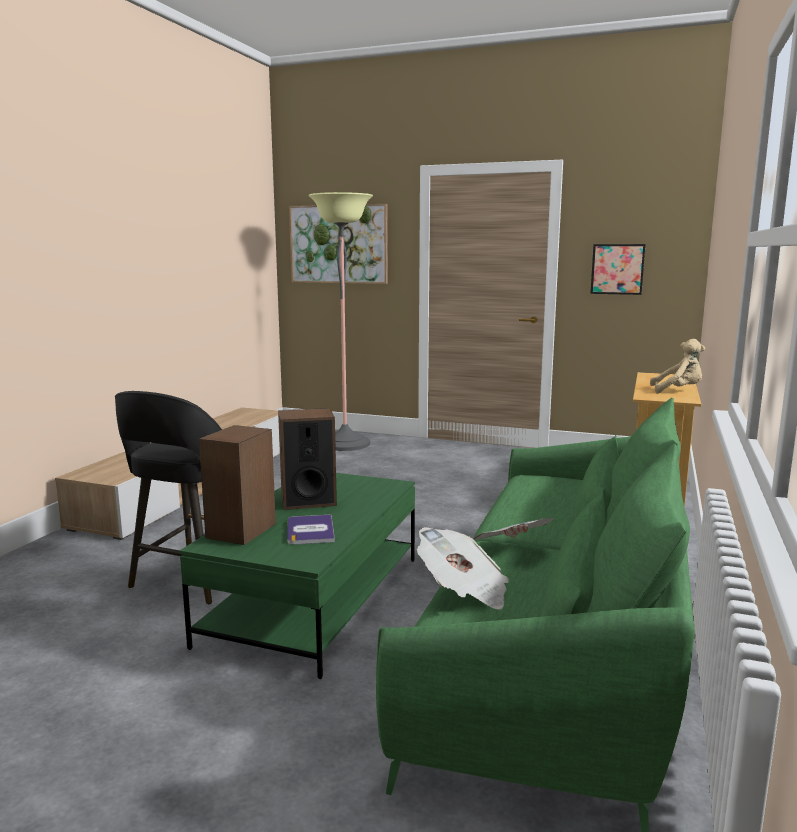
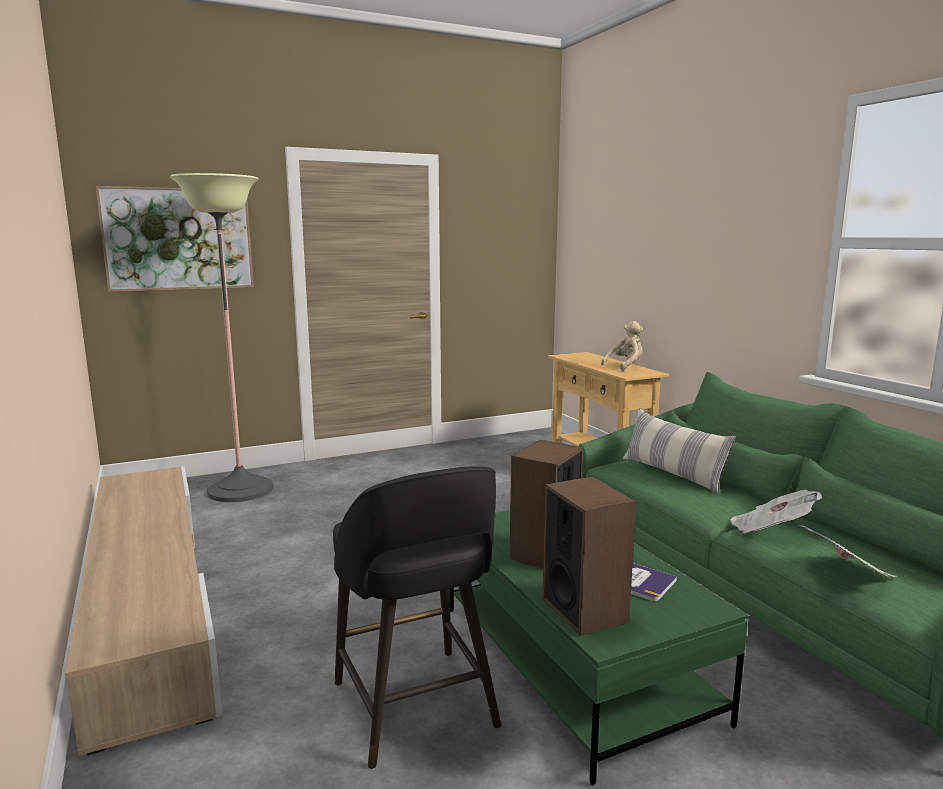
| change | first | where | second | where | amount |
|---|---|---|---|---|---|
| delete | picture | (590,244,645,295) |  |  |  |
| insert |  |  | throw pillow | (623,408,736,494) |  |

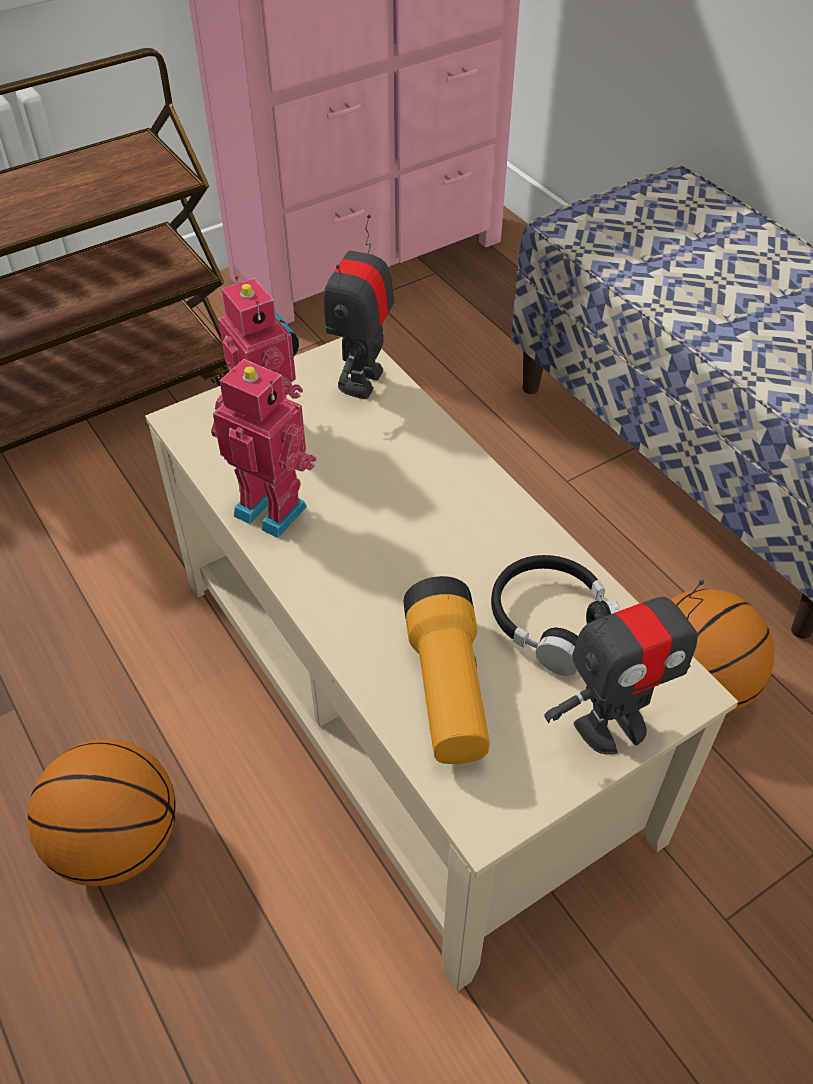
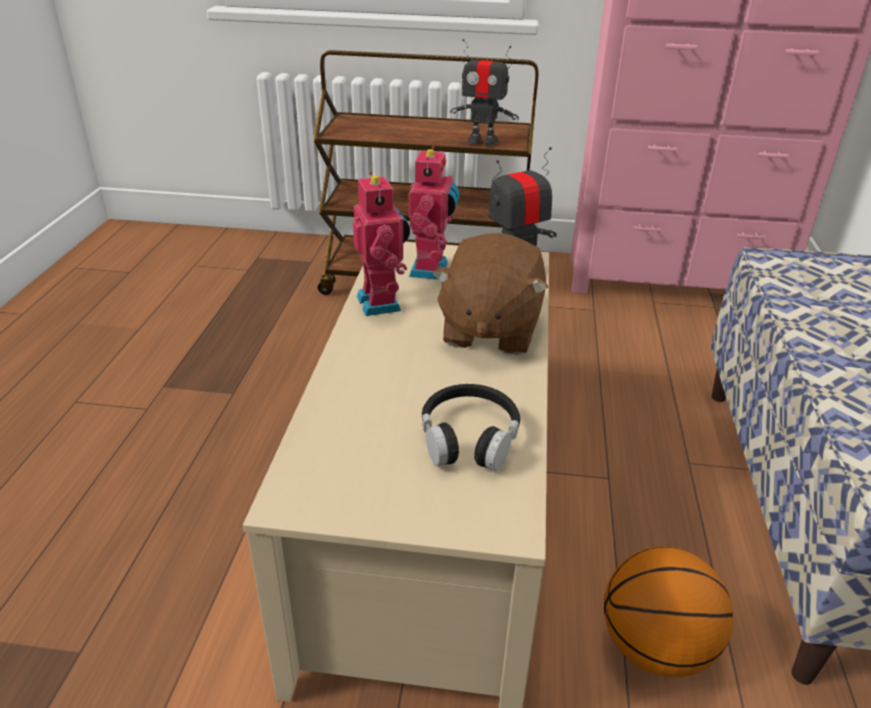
| change | first | where | second | where | amount |
|---|---|---|---|---|---|
| delete | flashlight | (403,576,490,764) |  |  |  |
| move | model robot | (544,580,704,755) |  | (450,39,519,146) |  |
| delete | ball for basketball | (27,739,176,886) |  |  |  |
| insert |  |  | brownish soft toy | (432,233,548,355) |  |

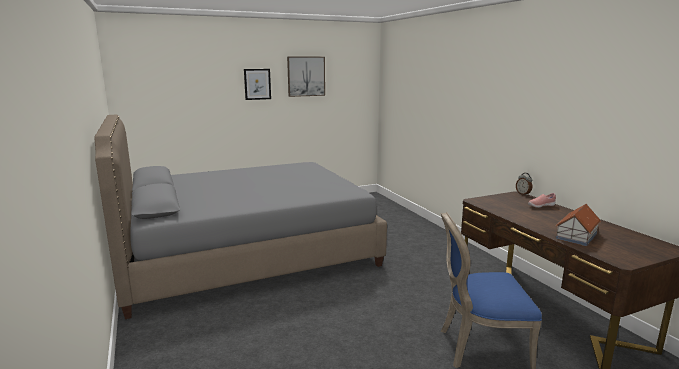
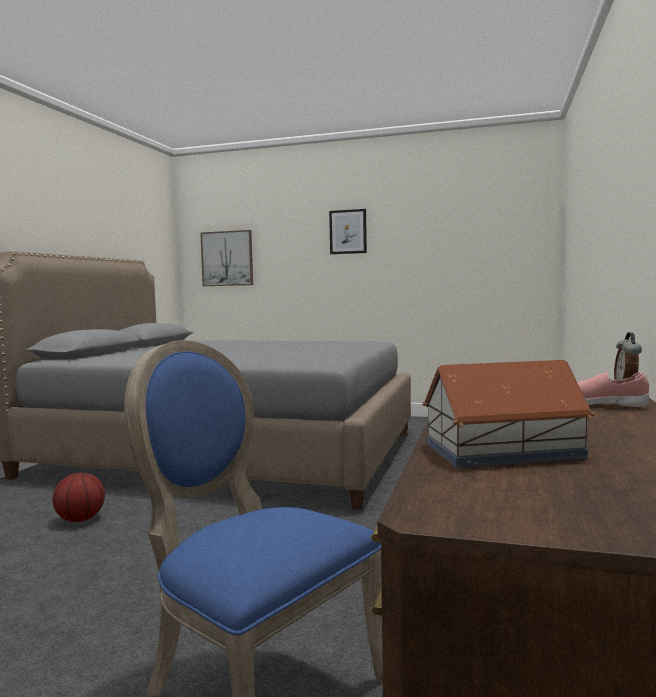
| change | first | where | second | where | amount |
|---|---|---|---|---|---|
| move | picture | (287,56,325,97) |  | (200,230,253,286) |  |
| insert |  |  | ball for basketball | (53,473,105,522) |  |

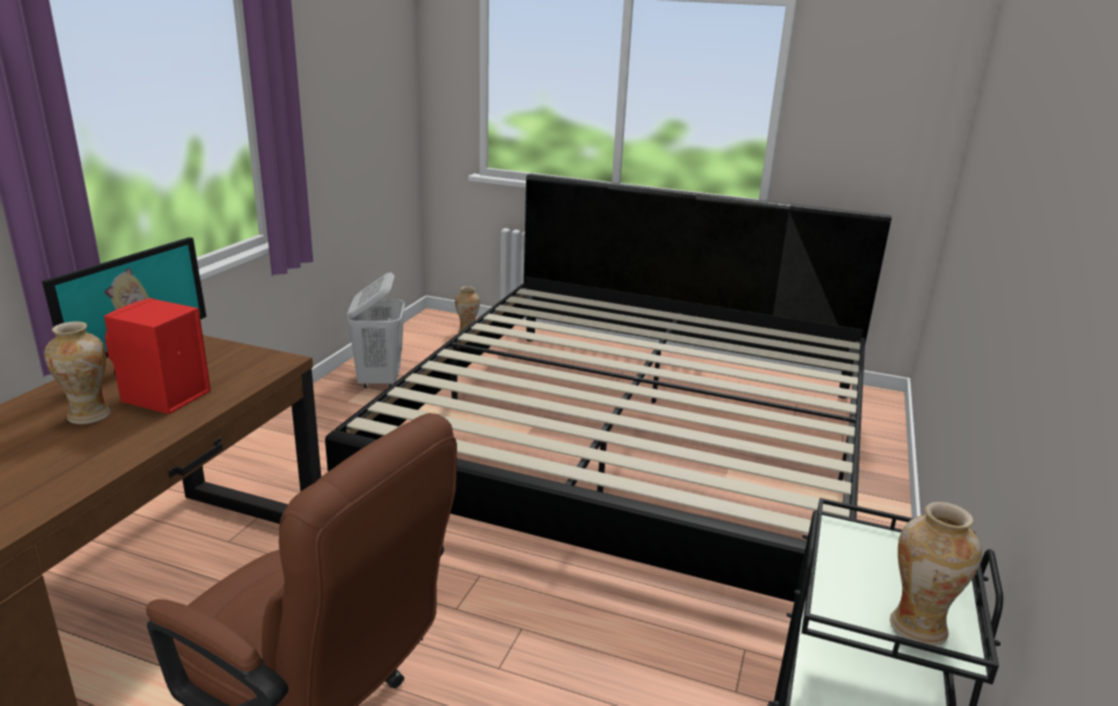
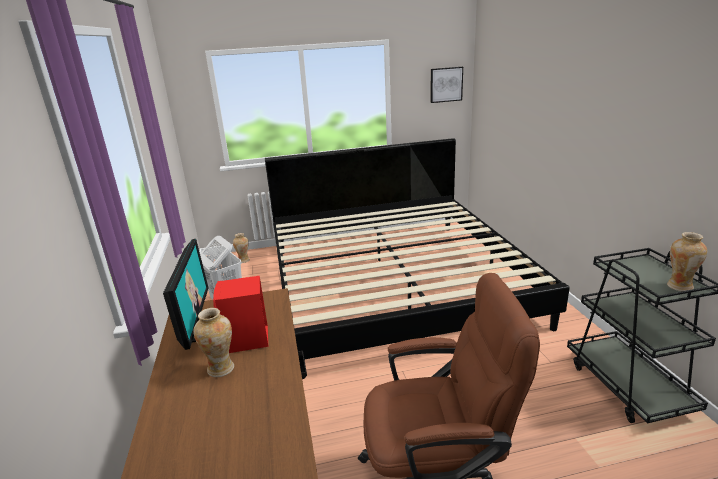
| change | first | where | second | where | amount |
|---|---|---|---|---|---|
| insert |  |  | picture | (430,67,463,103) |  |

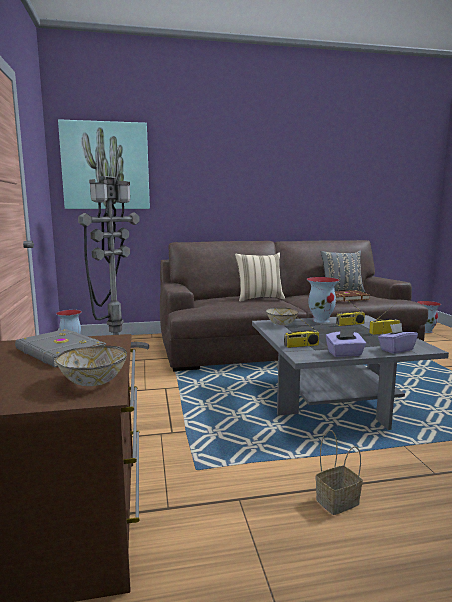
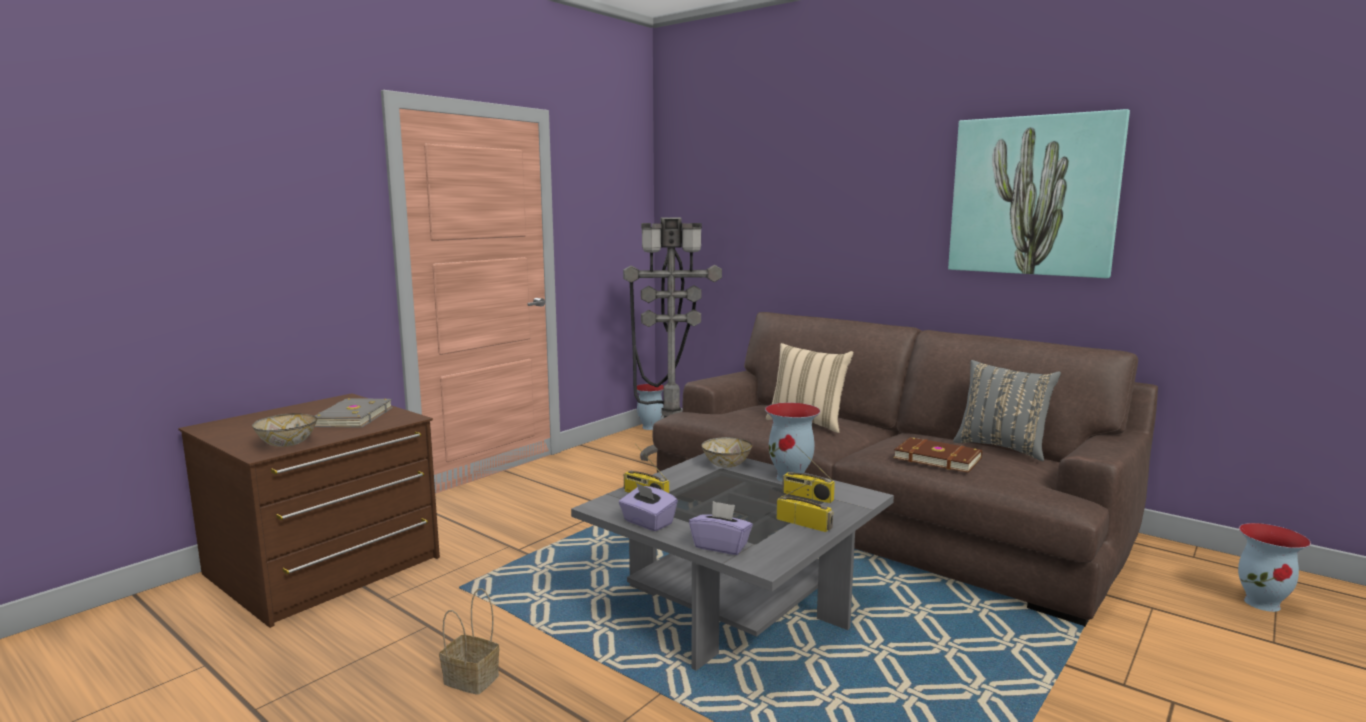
| change | first | where | second | where | amount |
|---|---|---|---|---|---|
| move | picture | (58,119,150,209) |  | (948,109,1130,278) |  |

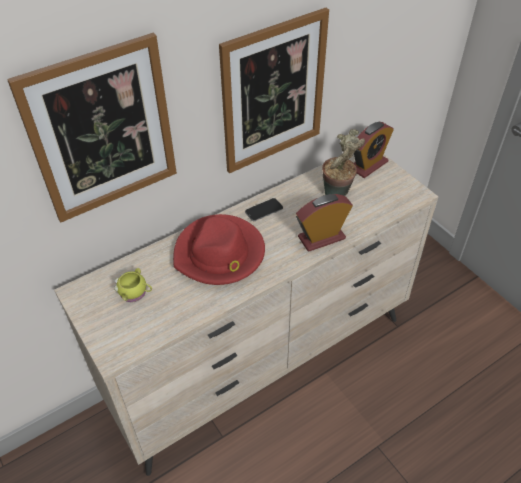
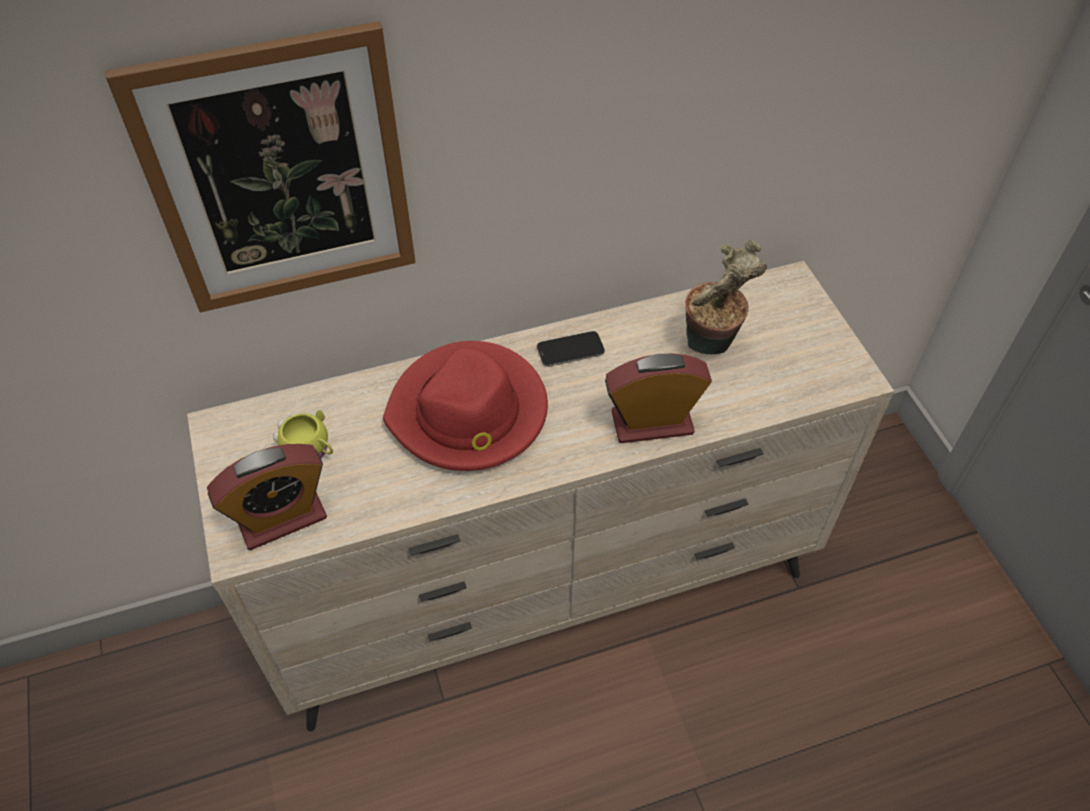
| change | first | where | second | where | amount |
|---|---|---|---|---|---|
| delete | picture | (219,8,329,173) |  |  |  |
| move | bedside clock | (354,122,394,178) |  | (207,444,327,550) |  |

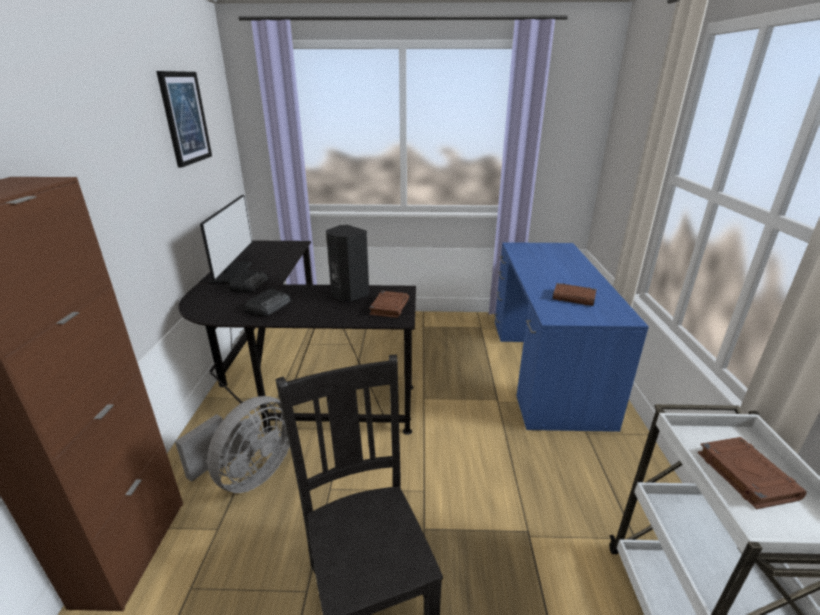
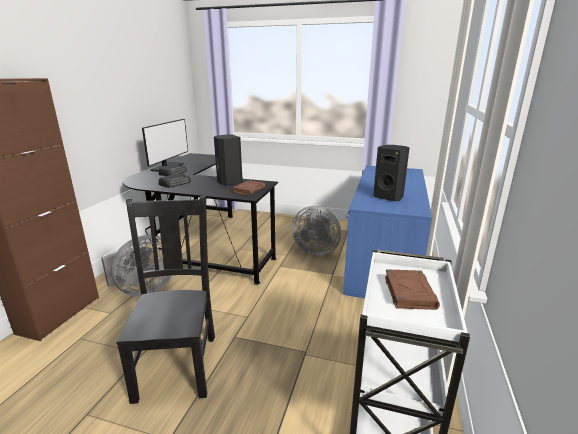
| change | first | where | second | where | amount |
|---|---|---|---|---|---|
| delete | picture | (156,71,212,168) |  |  |  |
| replace | brownish book | (552,283,596,306) | black loudspeaker | (373,145,410,202) |  |
| insert |  |  | grey cooling fan | (292,206,341,256) |  |

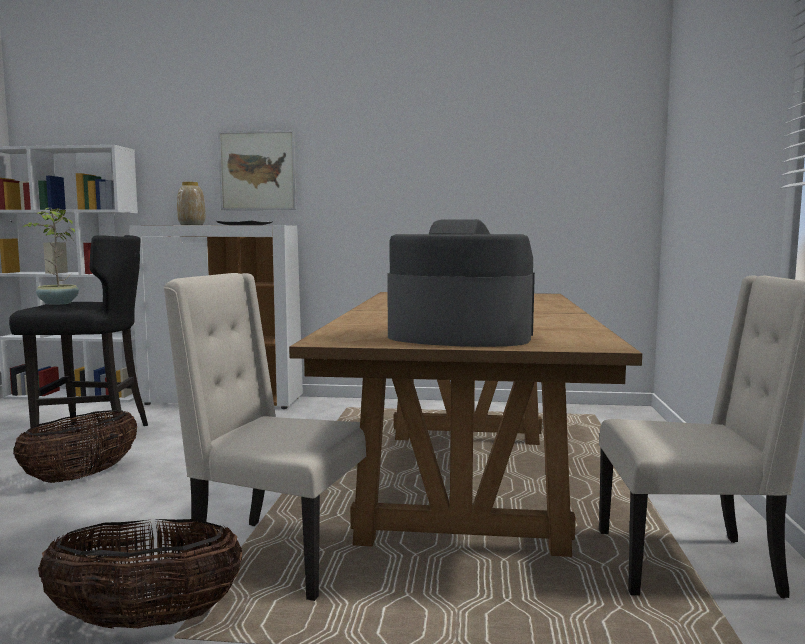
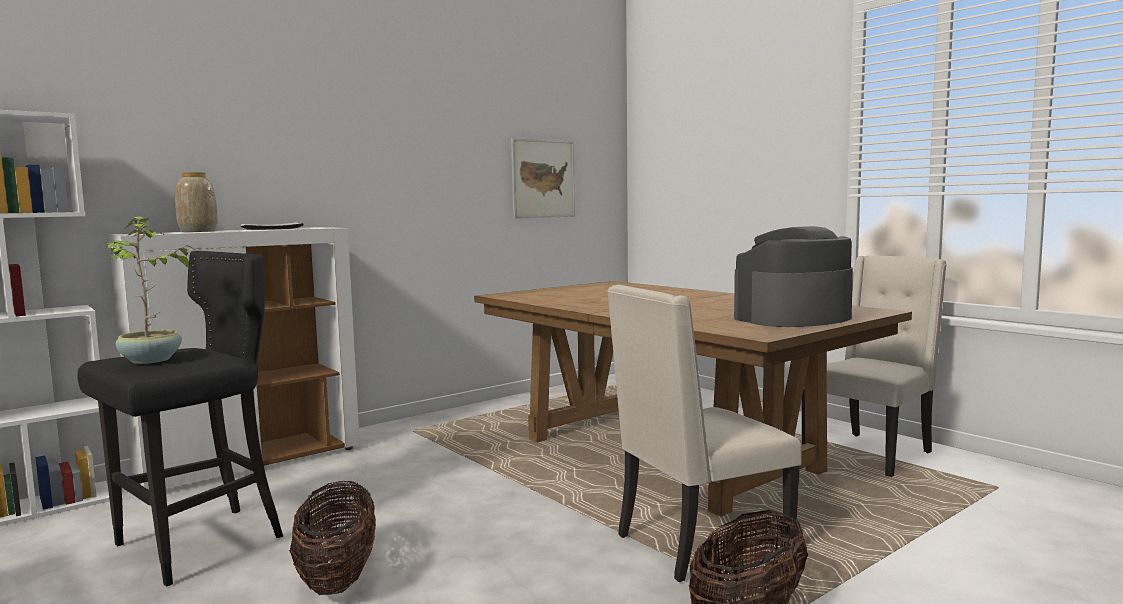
| change | first | where | second | where | amount |
|---|---|---|---|---|---|
| move | picture | (218,130,296,210) |  | (511,138,575,219) |  |

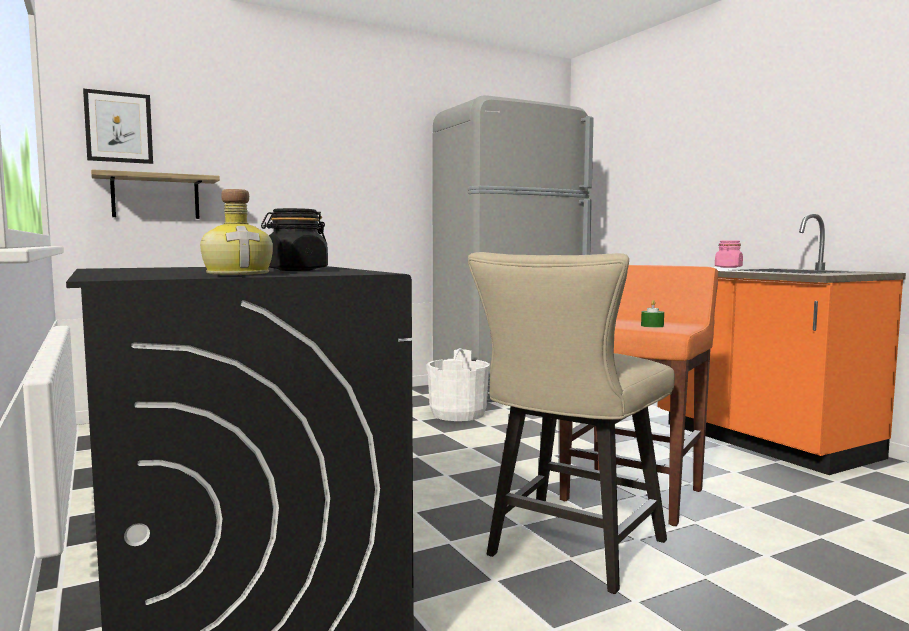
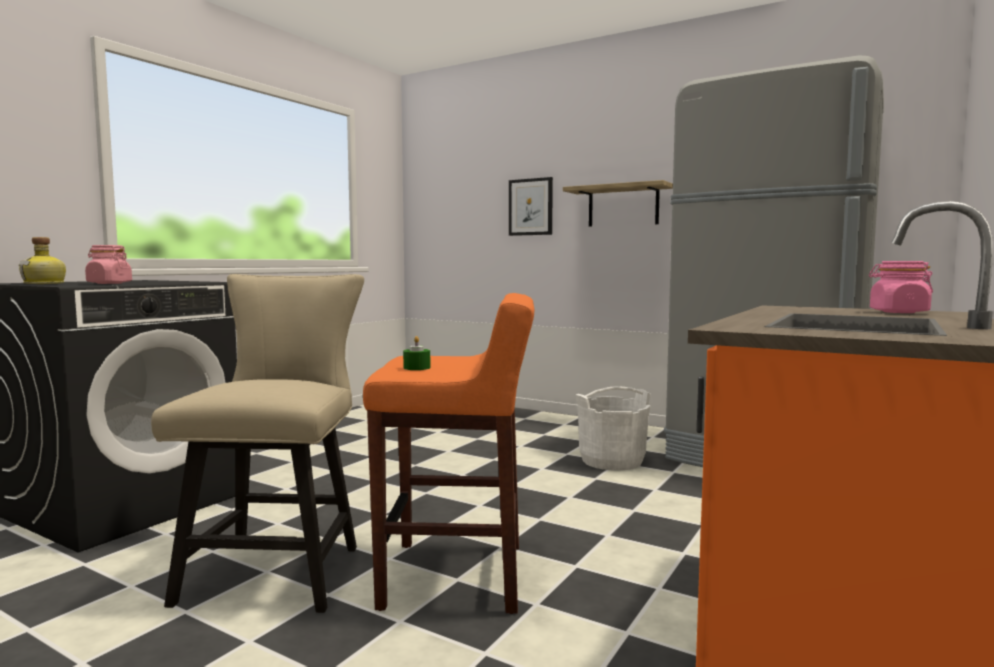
| change | first | where | second | where | amount |
|---|---|---|---|---|---|
| move | picture | (83,88,153,164) |  | (509,177,553,236) |  |
| move | bracket shelf | (91,169,220,219) |  | (563,180,673,227) |  |
| recolor | black storage jar | (261,208,328,271) | pink-coloured storage jar | (85,245,132,284) |  |
| rotate | beige upright chair | (468,252,675,594) |  | (151,274,364,613) | 90 degrees clockwise |

